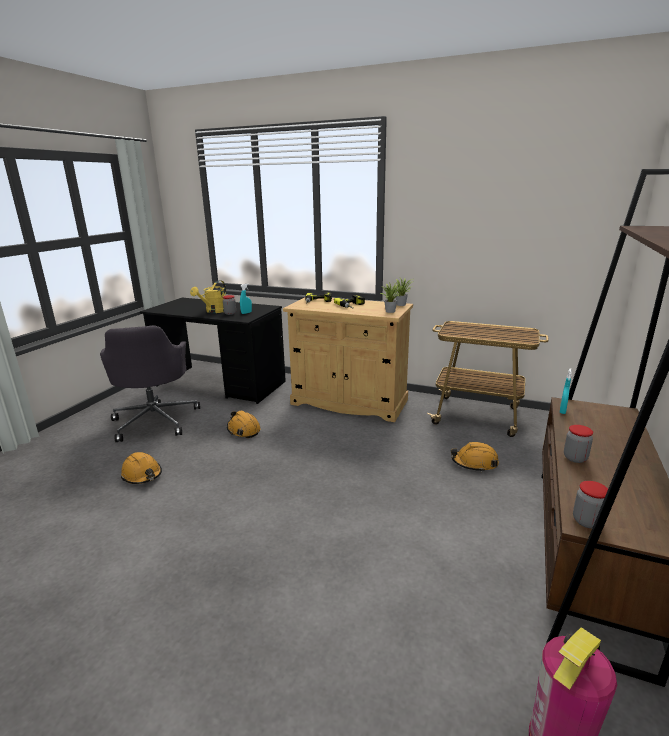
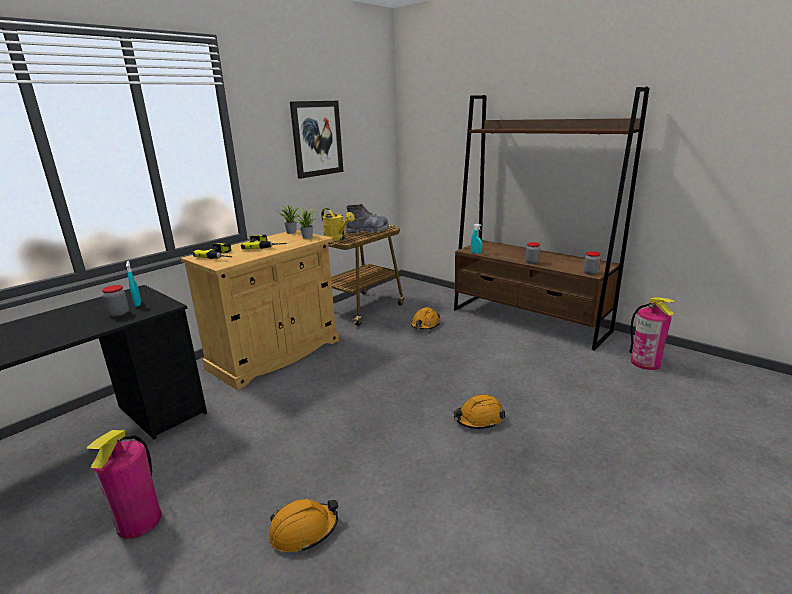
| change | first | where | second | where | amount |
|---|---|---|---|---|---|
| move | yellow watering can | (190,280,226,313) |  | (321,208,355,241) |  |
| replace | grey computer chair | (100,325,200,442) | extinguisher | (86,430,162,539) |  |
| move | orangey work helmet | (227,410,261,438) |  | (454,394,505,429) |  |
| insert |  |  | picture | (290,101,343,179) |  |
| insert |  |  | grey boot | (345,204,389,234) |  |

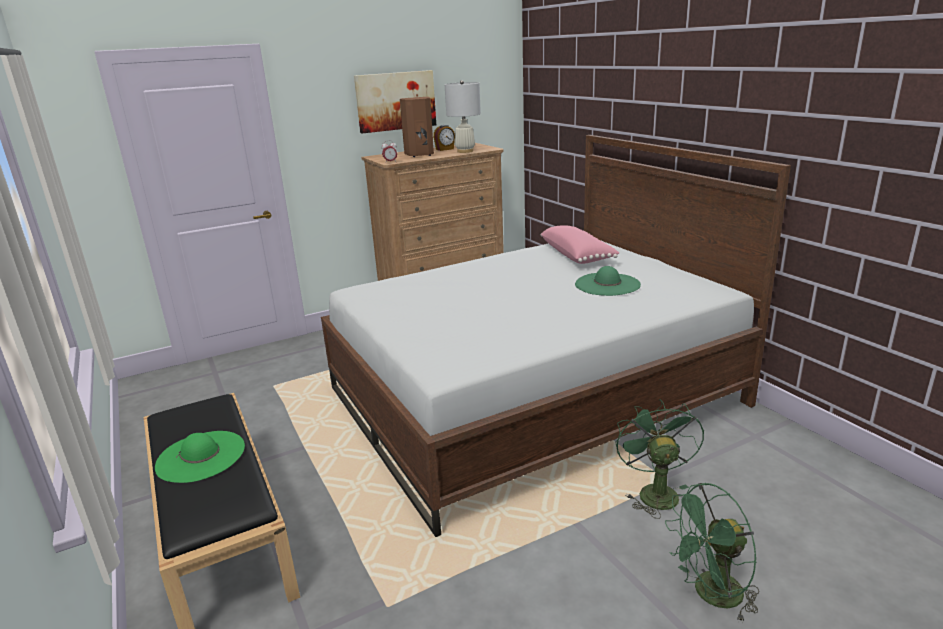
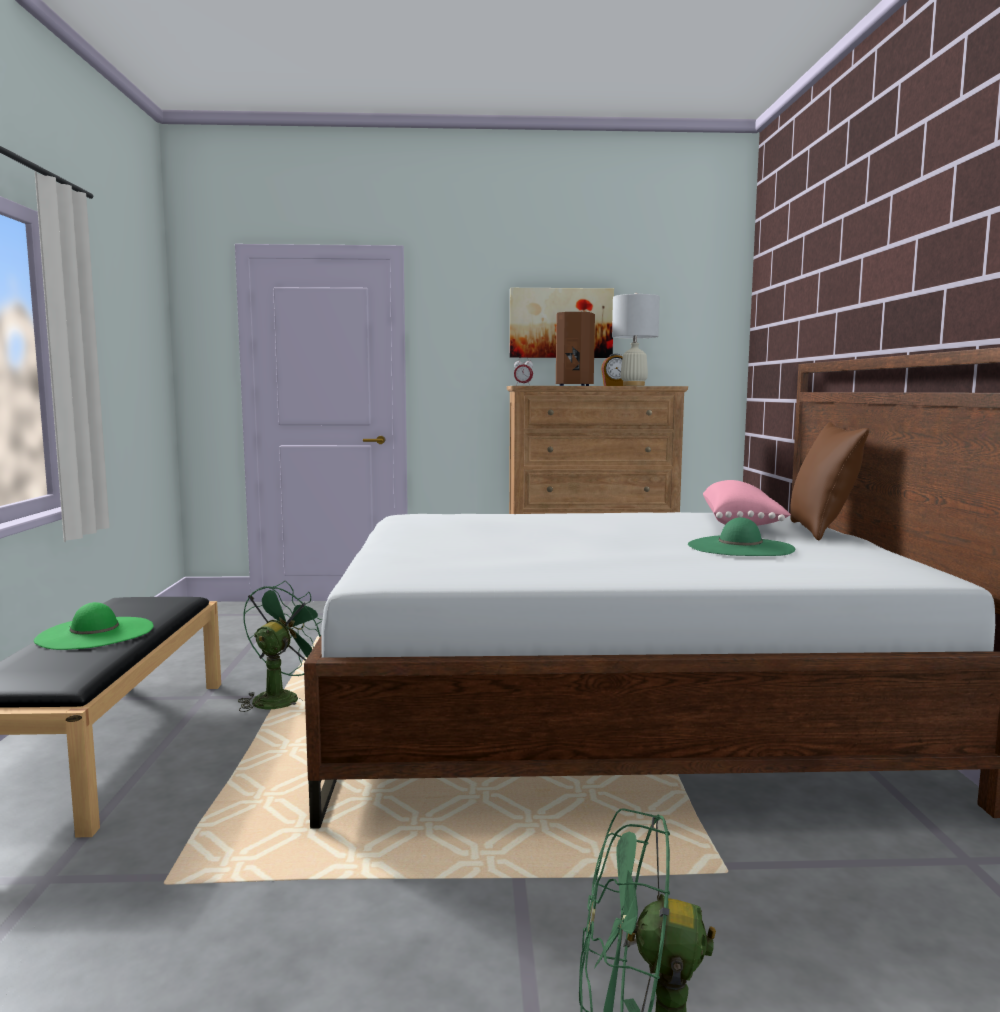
| change | first | where | second | where | amount |
|---|---|---|---|---|---|
| move | green cooling fan | (615,399,704,519) |  | (238,581,323,712) |  |
| insert |  |  | brownish throw pillow | (790,422,869,540) |  |

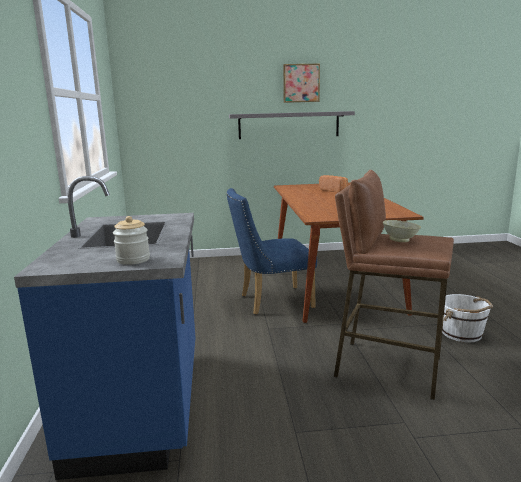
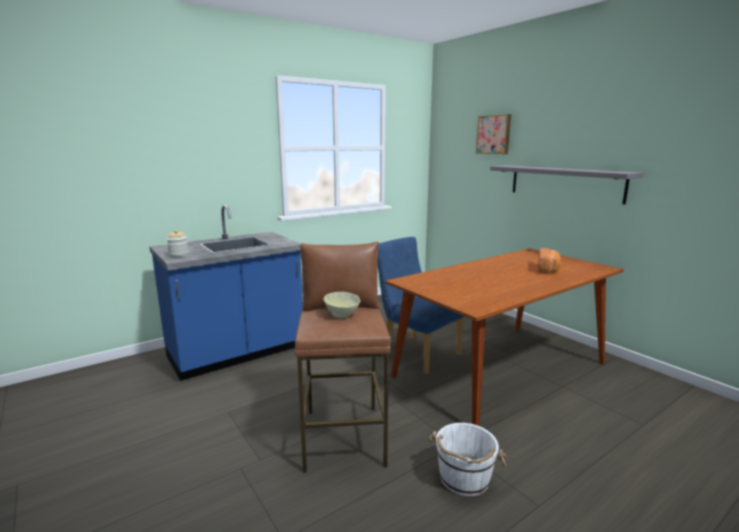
| change | first | where | second | where | amount |
|---|---|---|---|---|---|
| move | picture | (283,64,320,103) |  | (476,114,511,154) |  |

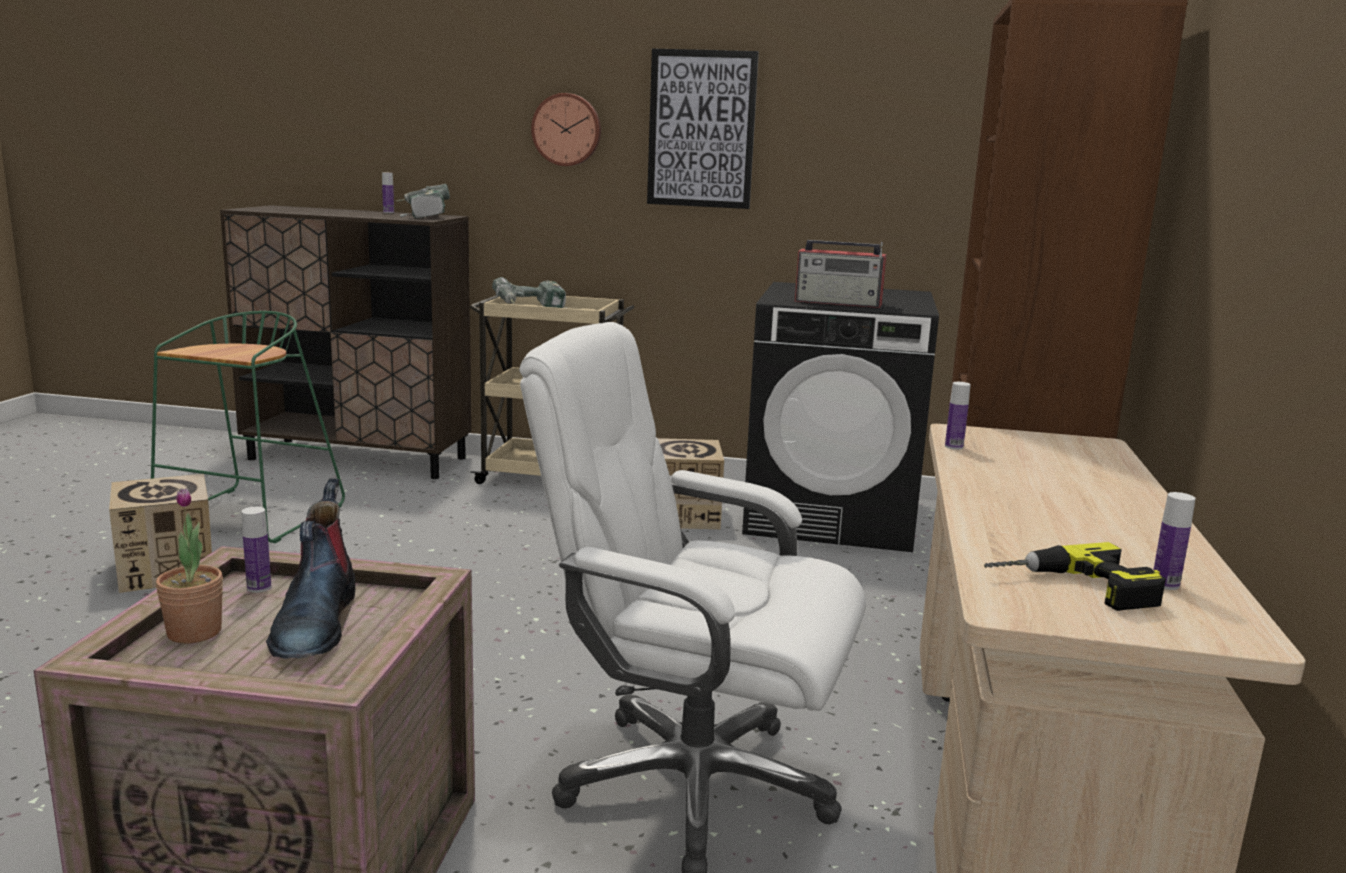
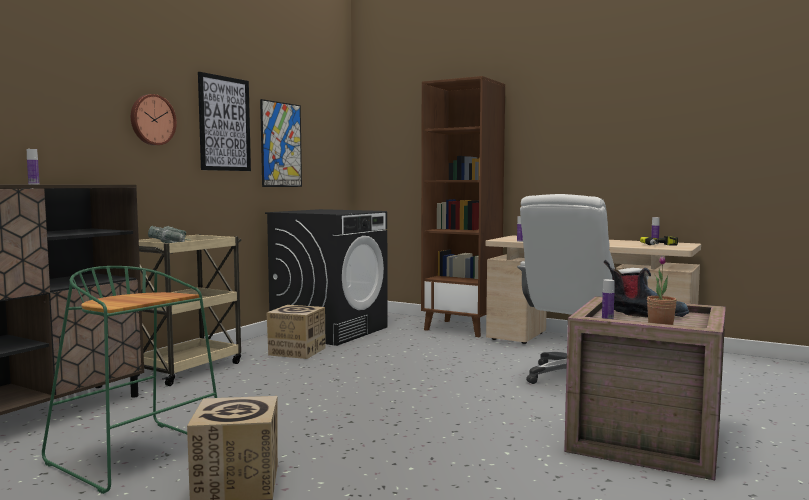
| change | first | where | second | where | amount |
|---|---|---|---|---|---|
| delete | electric drill | (396,184,450,218) |  |  |  |
| delete | radio | (795,240,887,308) |  |  |  |
| insert |  |  | picture | (260,99,302,187) |  |

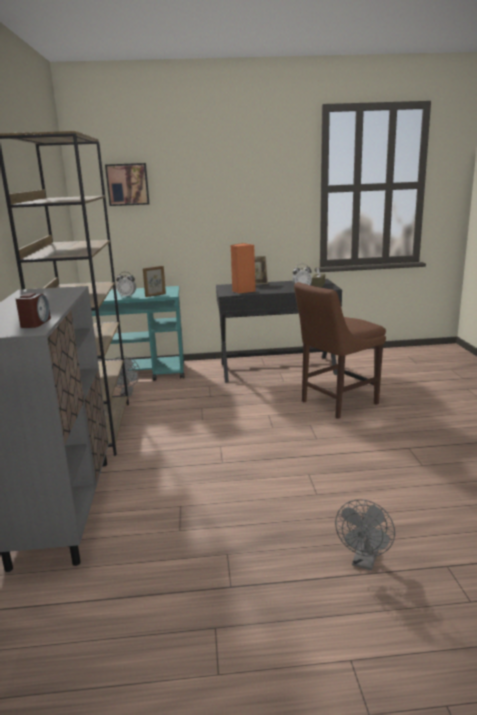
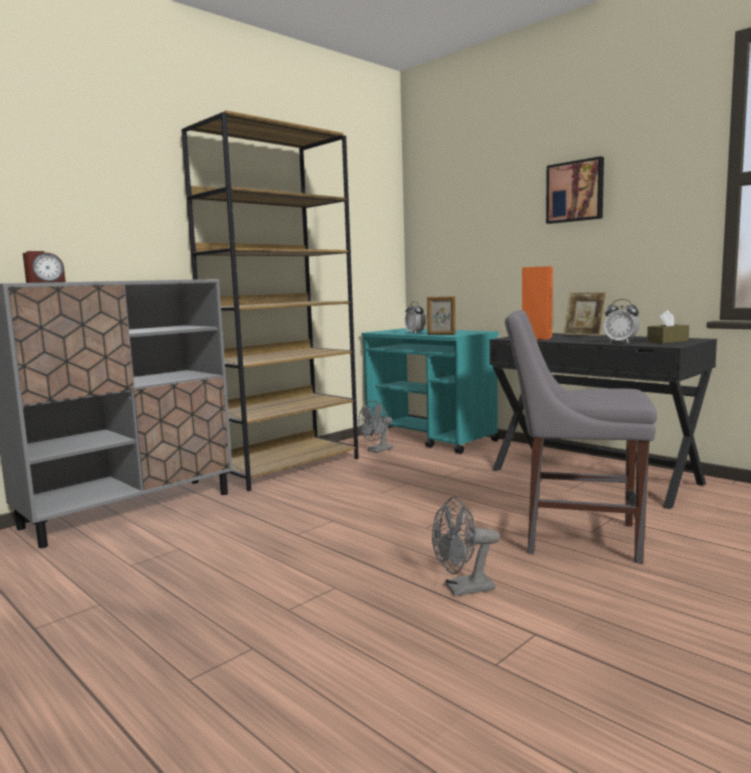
| change | first | where | second | where | amount |
|---|---|---|---|---|---|
| move | picture | (105,163,149,206) |  | (546,156,604,224) |  |
| recolor | brownish upright chair | (294,282,386,419) | grey upright chair | (505,310,657,564) |  |
| move | grey cooling fan | (335,499,395,571) |  | (432,497,500,596) |  |

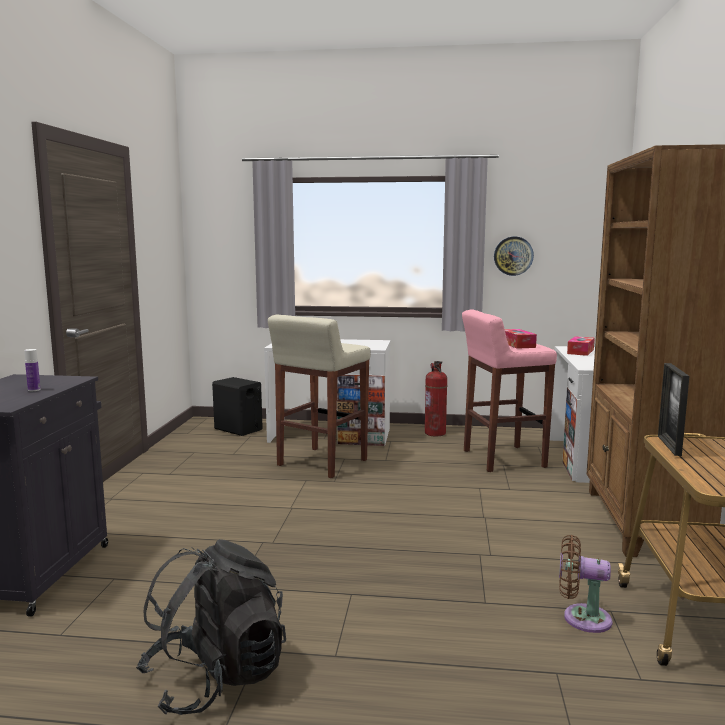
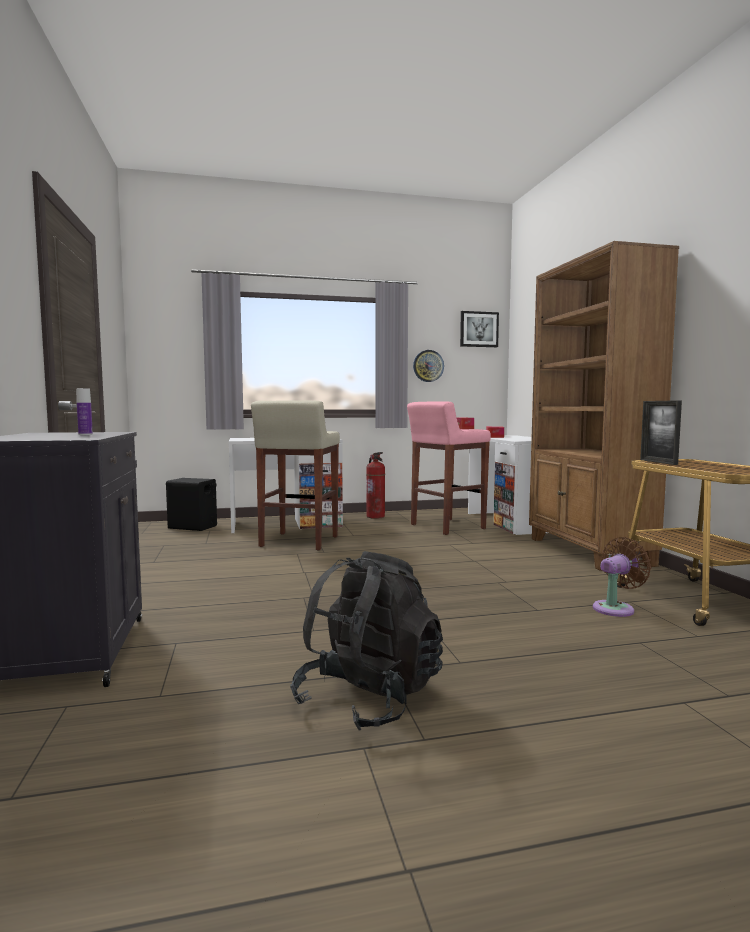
| change | first | where | second | where | amount |
|---|---|---|---|---|---|
| rotate | brownish cooling fan | (559,535,613,633) |  | (593,537,651,617) | 150 degrees clockwise |
| insert |  |  | picture | (460,311,499,347) |  |

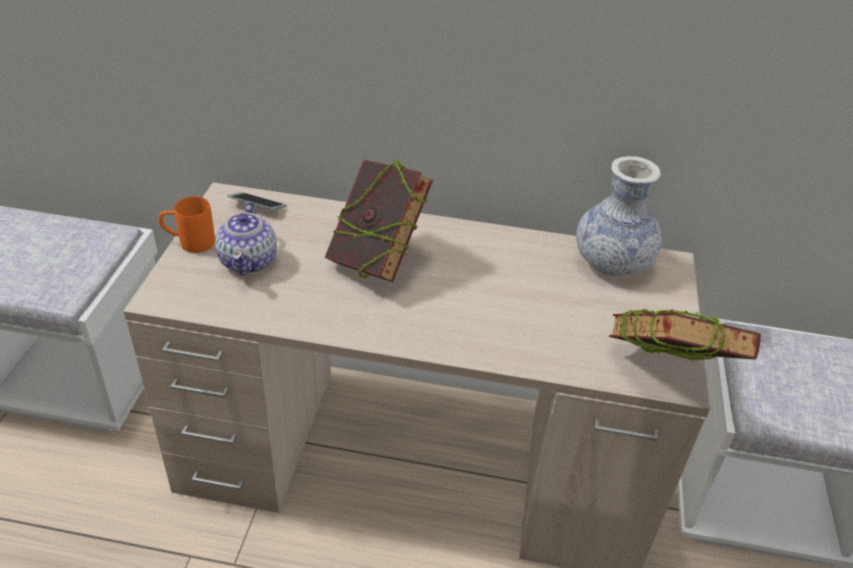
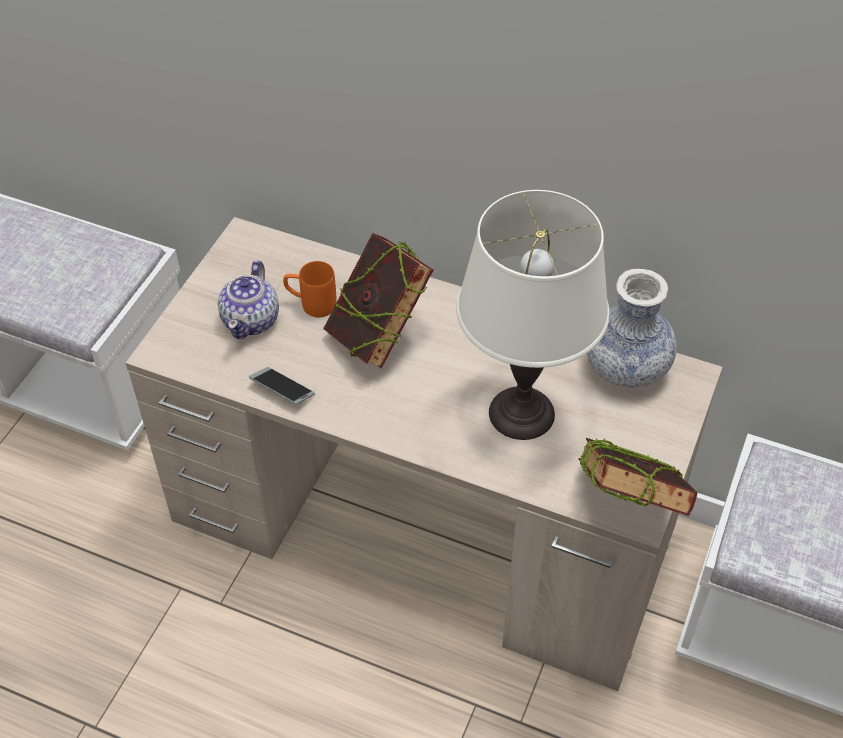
| change | first | where | second | where | amount |
|---|---|---|---|---|---|
| move | phone | (227,192,287,210) |  | (249,367,315,405) |  |
| move | orangey coffee mug | (159,196,215,253) |  | (283,261,337,317) |  |
| insert |  |  | whitish table lamp | (456,190,610,440) |  |

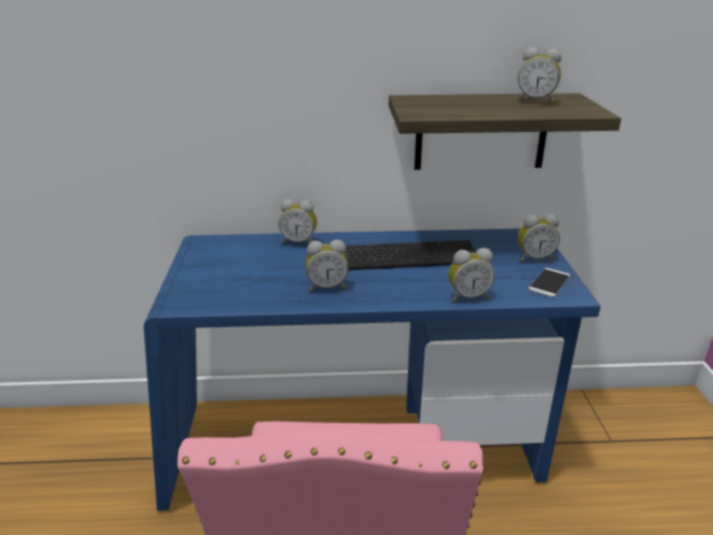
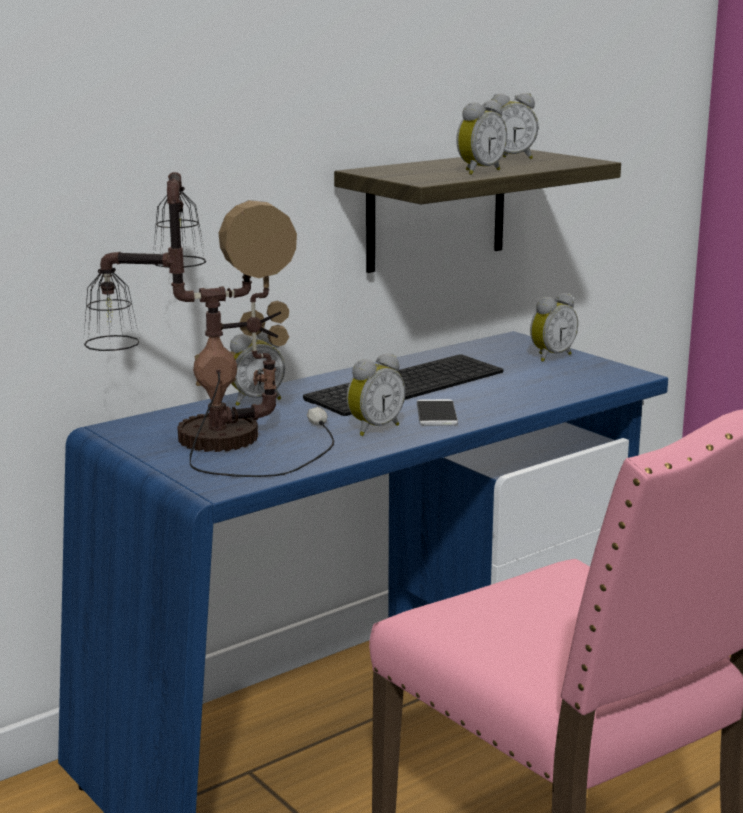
| change | first | where | second | where | amount |
|---|---|---|---|---|---|
| move | bedside clock | (448,248,495,302) |  | (456,100,507,175) |  |
| move | phone | (529,268,570,297) |  | (417,399,458,426) |  |
| insert |  |  | table lamp | (84,172,334,477) |  |

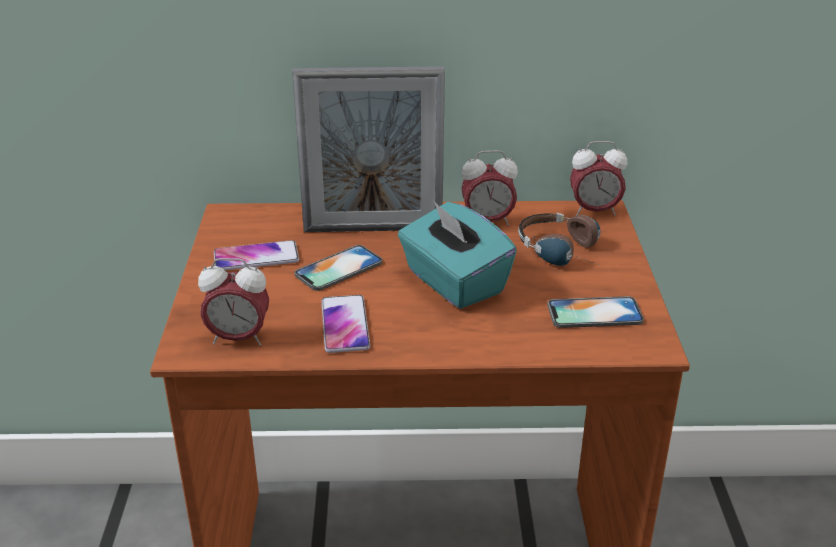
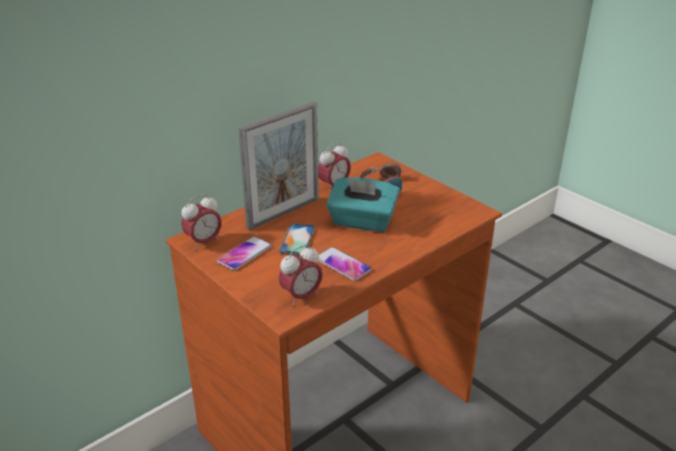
| change | first | where | second | where | amount |
|---|---|---|---|---|---|
| move | bedside clock | (570,141,627,216) |  | (181,194,222,250) |  |
| delete | phone | (547,296,644,328) |  |  |  |

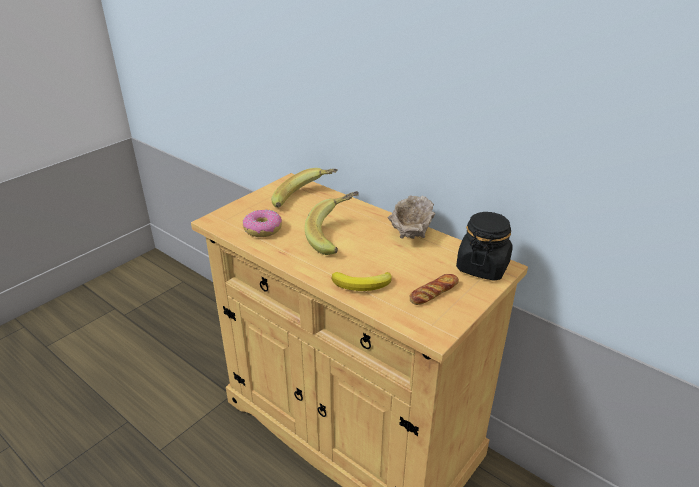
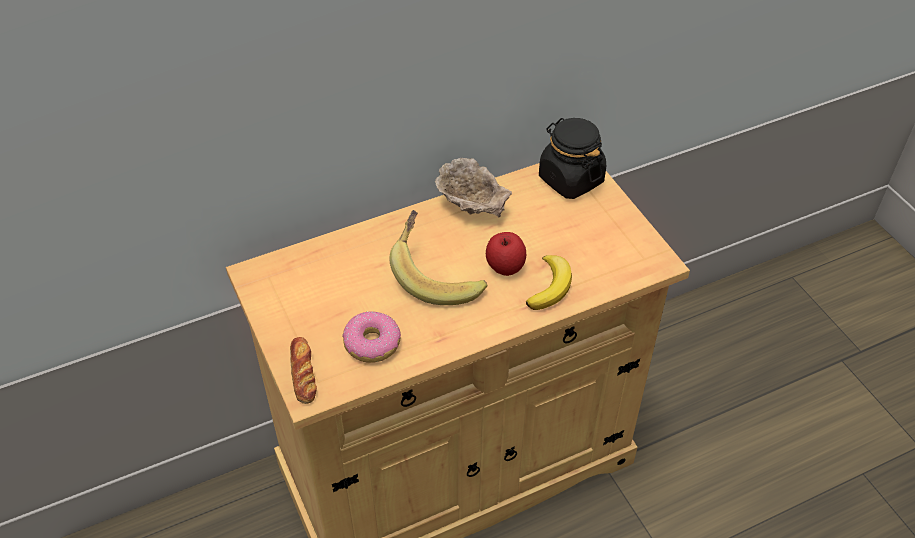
| change | first | where | second | where | amount |
|---|---|---|---|---|---|
| delete | banana | (271,168,338,208) |  |  |  |
| move | baked bread | (409,274,459,305) |  | (290,337,317,404) |  |
| insert |  |  | apple fruit | (486,232,526,276) |  |

